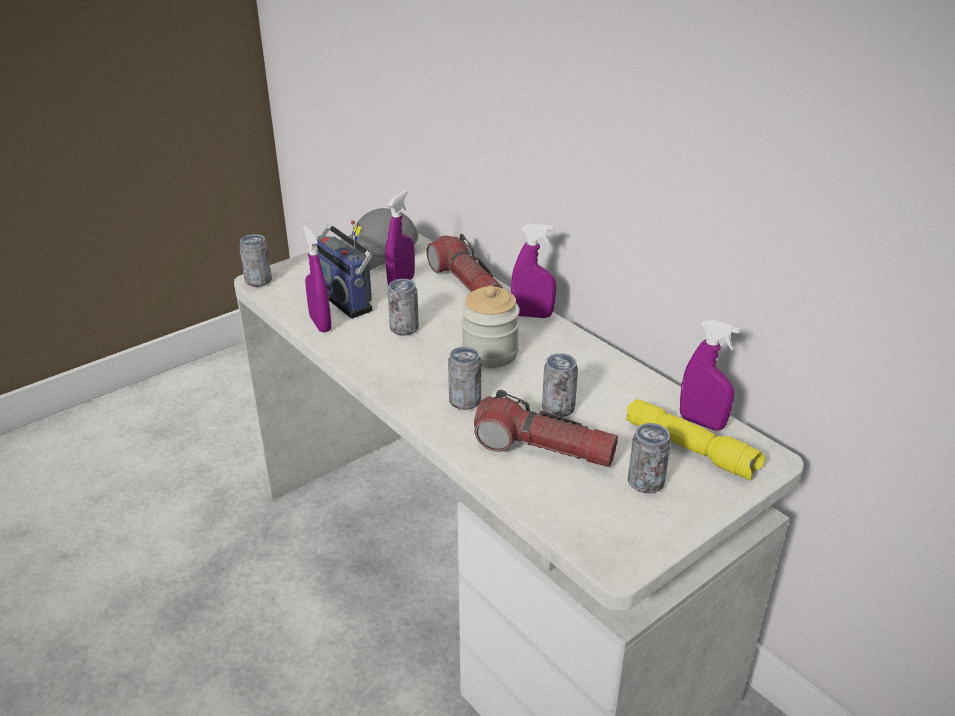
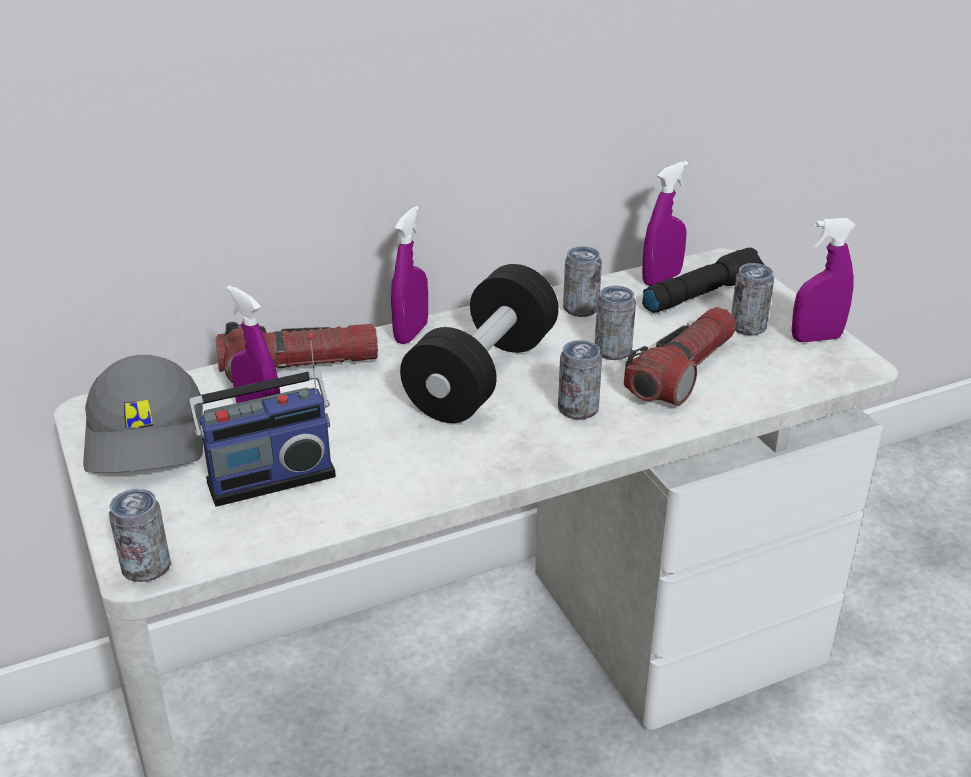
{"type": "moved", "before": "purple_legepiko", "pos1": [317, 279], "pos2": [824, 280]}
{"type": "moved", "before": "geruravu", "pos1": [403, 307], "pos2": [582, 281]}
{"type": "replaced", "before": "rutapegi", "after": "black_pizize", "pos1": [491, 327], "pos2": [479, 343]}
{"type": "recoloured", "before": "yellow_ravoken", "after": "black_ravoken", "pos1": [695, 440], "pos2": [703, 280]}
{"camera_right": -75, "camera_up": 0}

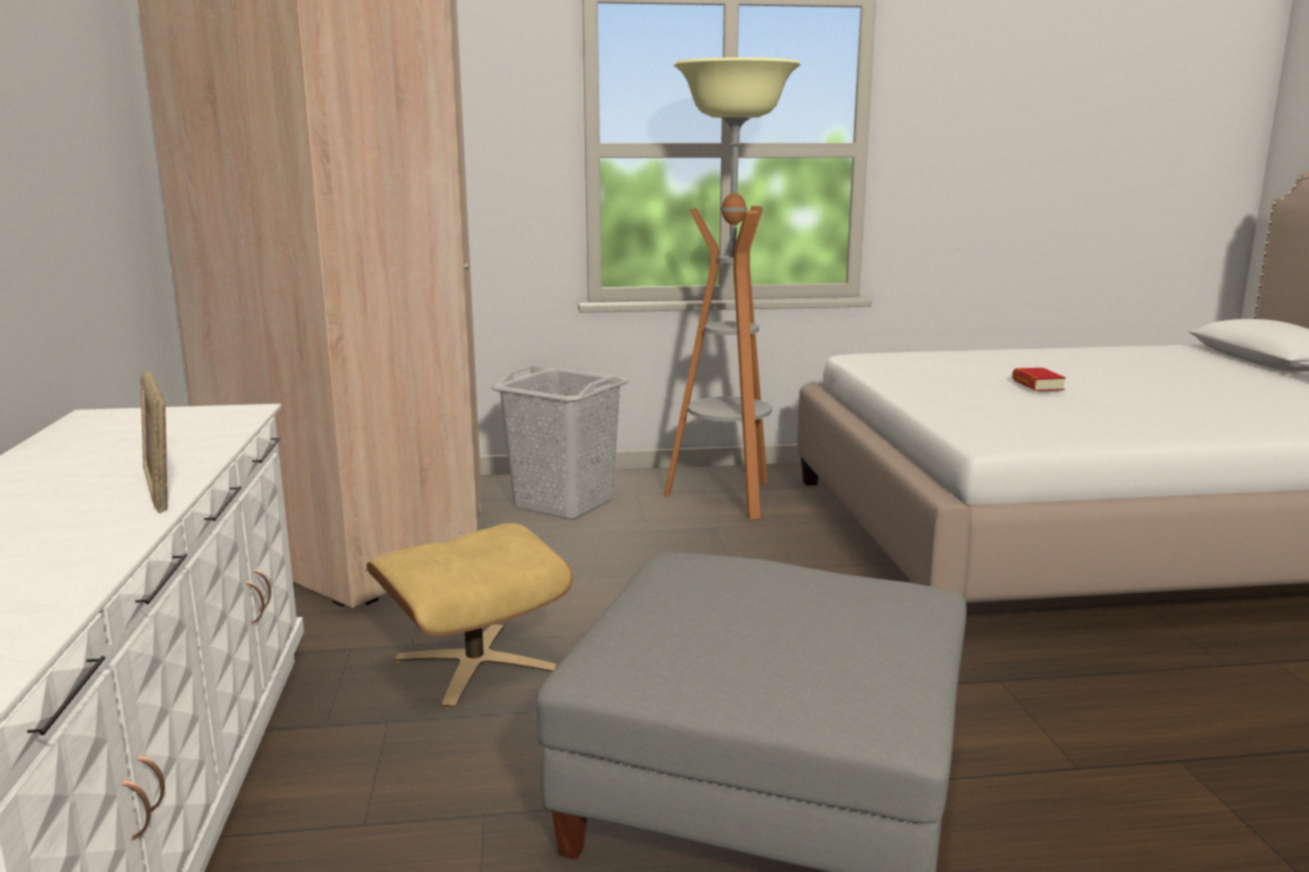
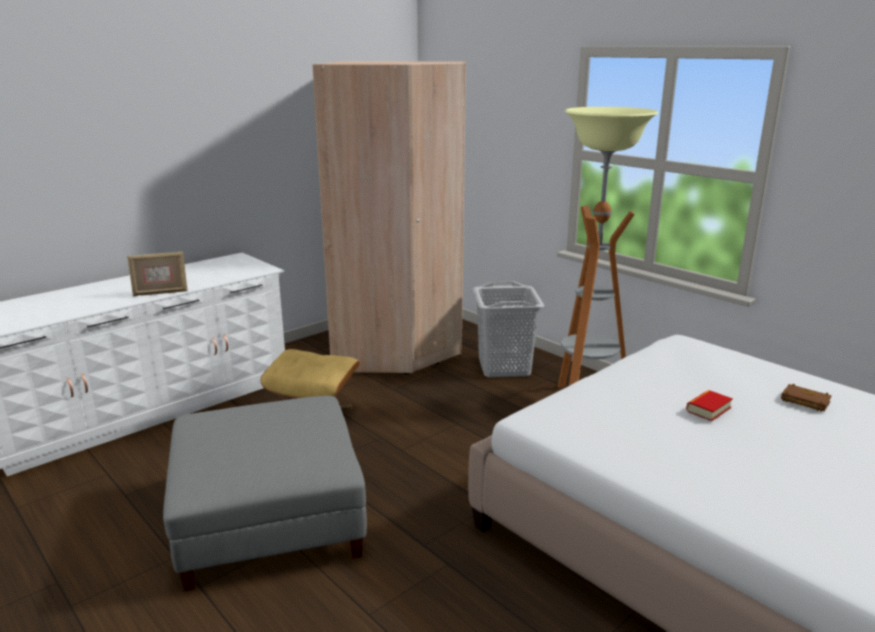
{"type": "added", "after": "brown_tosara", "pos2": [806, 398]}
{"type": "turned", "before": "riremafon", "pos1": [154, 441], "pos2": [157, 274], "turn": -135}
{"camera_right": 55, "camera_up": 5}

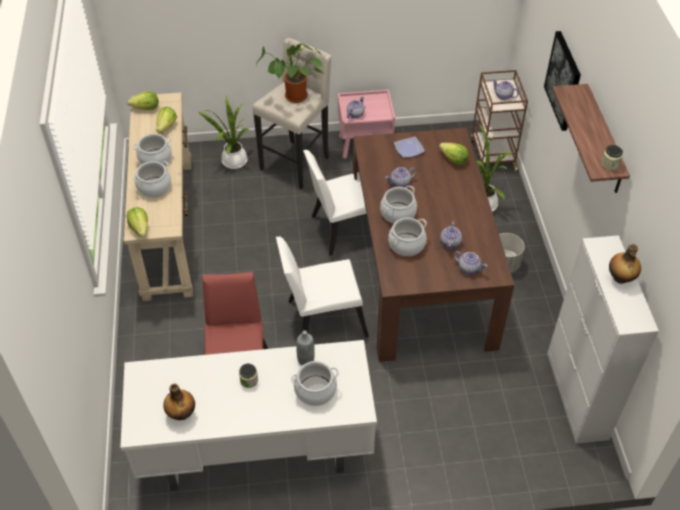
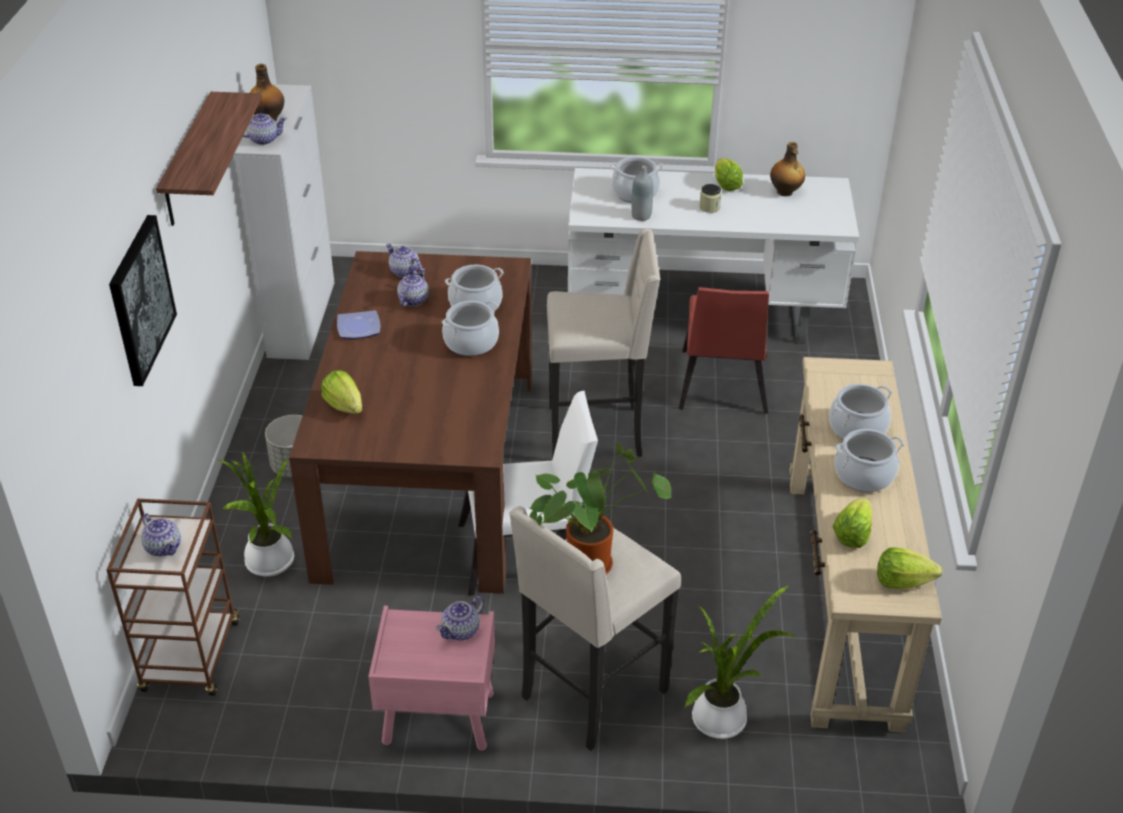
{"type": "removed", "before": "rutapegi", "pos1": [612, 157]}
{"type": "moved", "before": "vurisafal", "pos1": [137, 222], "pos2": [729, 174]}
{"type": "moved", "before": "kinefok", "pos1": [401, 177], "pos2": [265, 129]}
{"type": "moved", "before": "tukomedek", "pos1": [409, 147], "pos2": [359, 324]}
{"type": "replaced", "before": "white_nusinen", "after": "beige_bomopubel", "pos1": [322, 287], "pos2": [603, 344]}
{"camera_right": -170, "camera_up": -10}

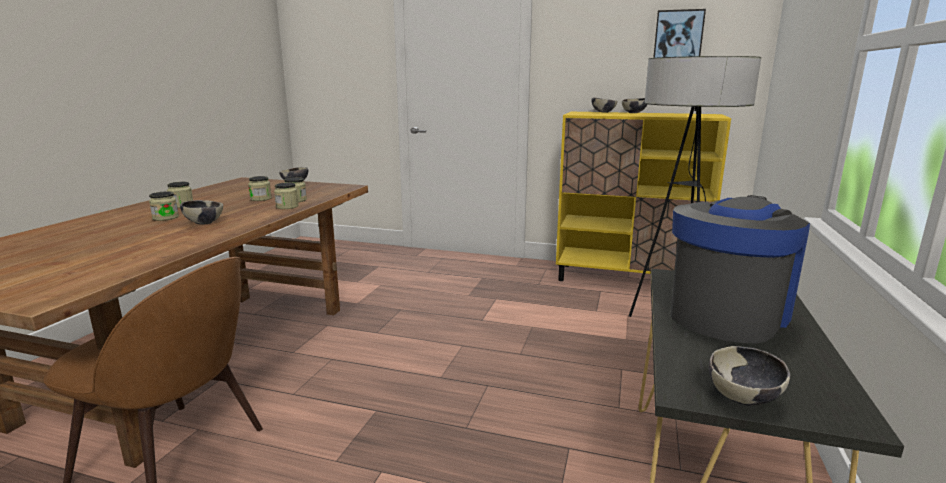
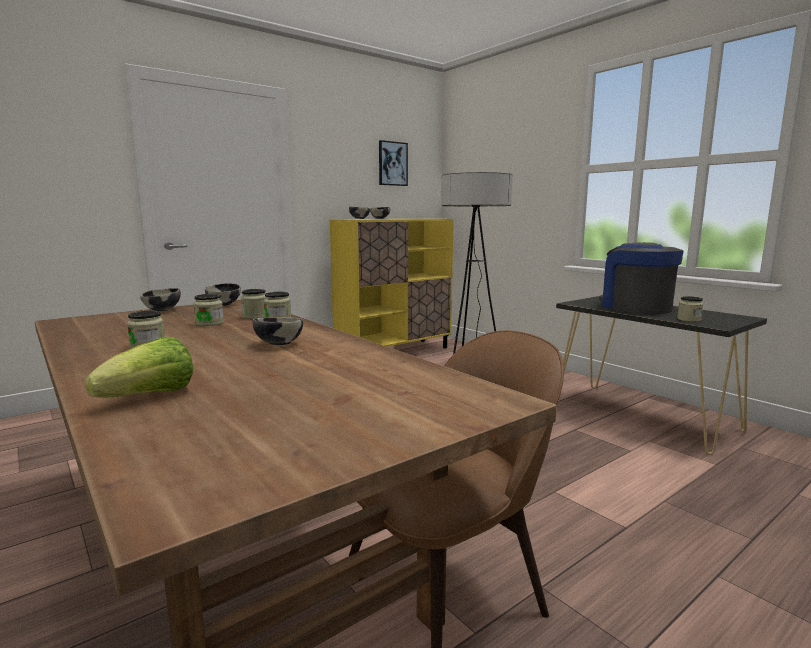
{"type": "added", "after": "vurisafal", "pos2": [139, 367]}
{"type": "moved", "before": "rutapegi", "pos1": [164, 206], "pos2": [690, 309]}
{"type": "moved", "before": "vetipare", "pos1": [749, 376], "pos2": [223, 294]}
{"camera_right": -55, "camera_up": -5}

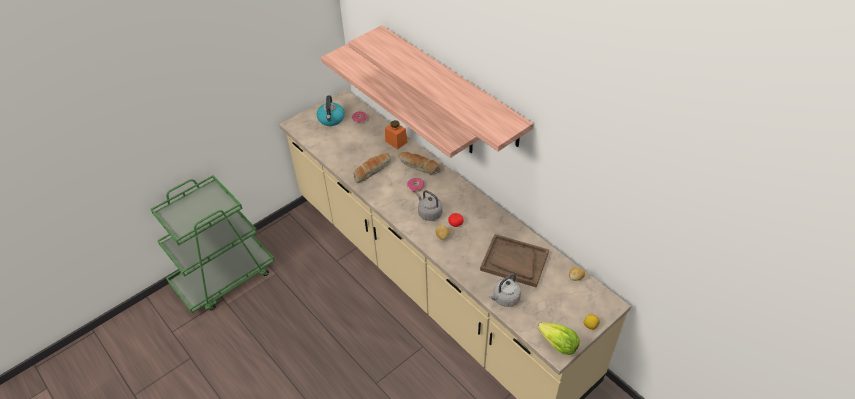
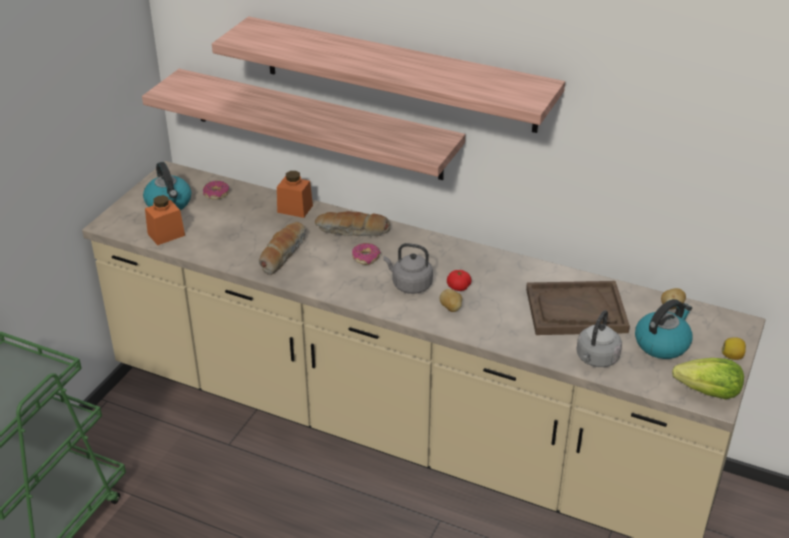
{"type": "added", "after": "orange_rutapegi", "pos2": [165, 220]}
{"type": "added", "after": "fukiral", "pos2": [664, 329]}
{"camera_right": -25, "camera_up": -10}

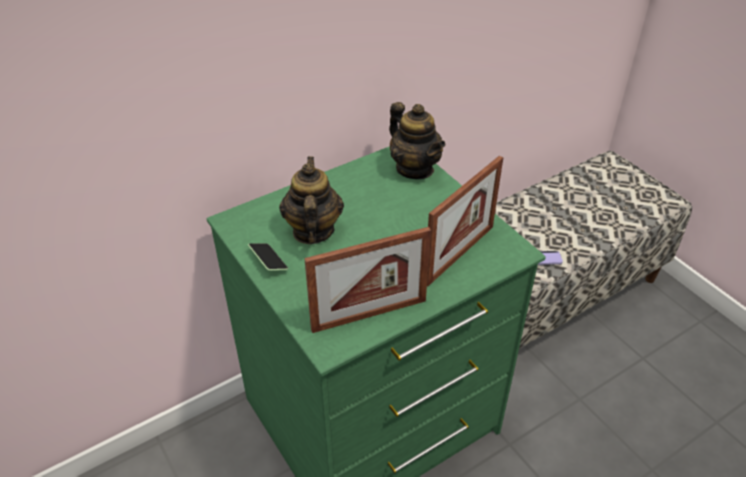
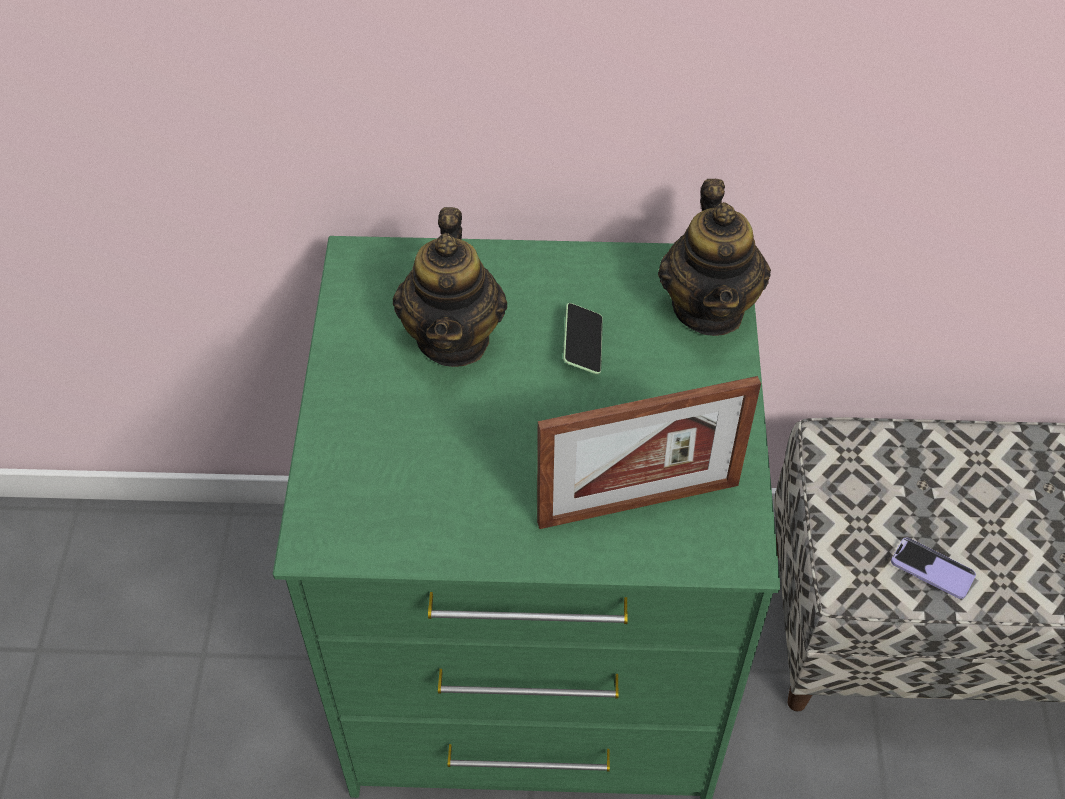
{"type": "removed", "before": "riremafon", "pos1": [367, 280]}
{"type": "moved", "before": "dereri", "pos1": [268, 257], "pos2": [583, 338]}
{"type": "turned", "before": "kinefok", "pos1": [311, 200], "pos2": [450, 287], "turn": 150}
{"camera_right": 35, "camera_up": 10}

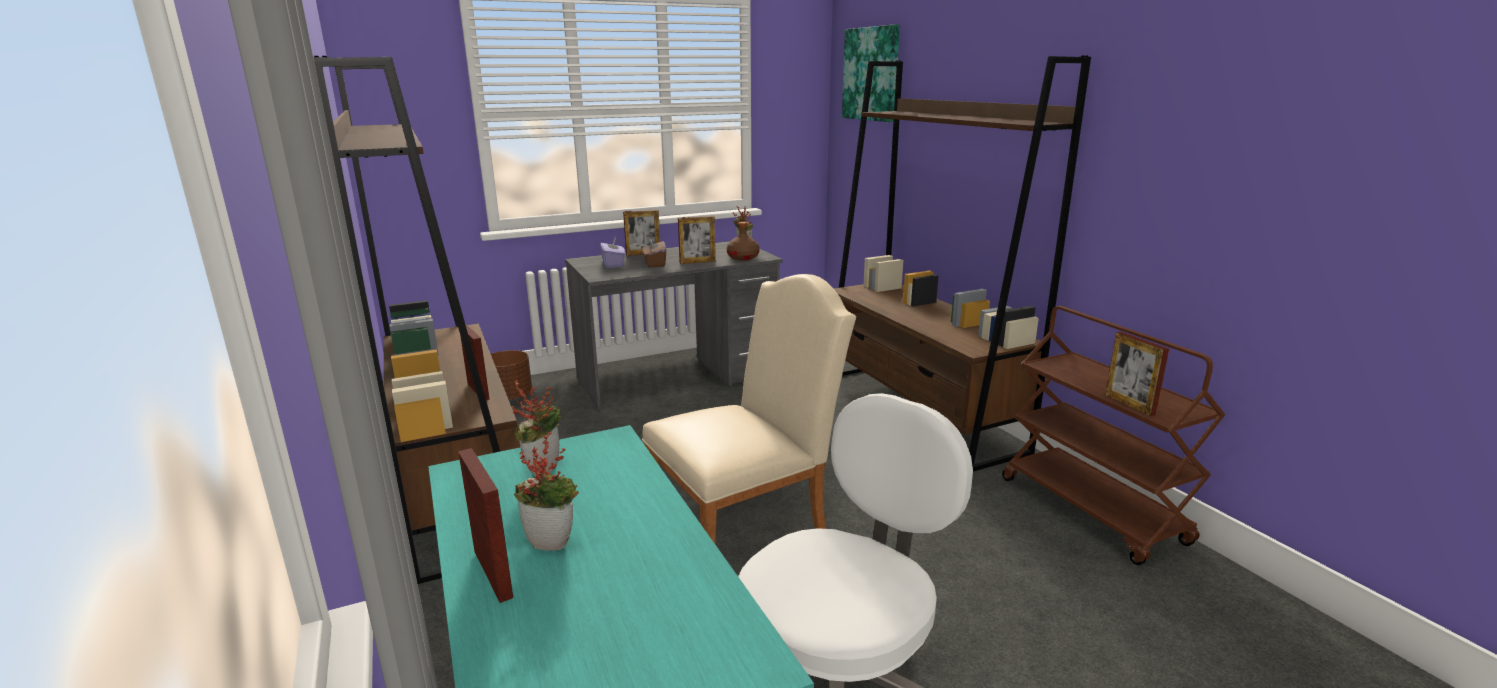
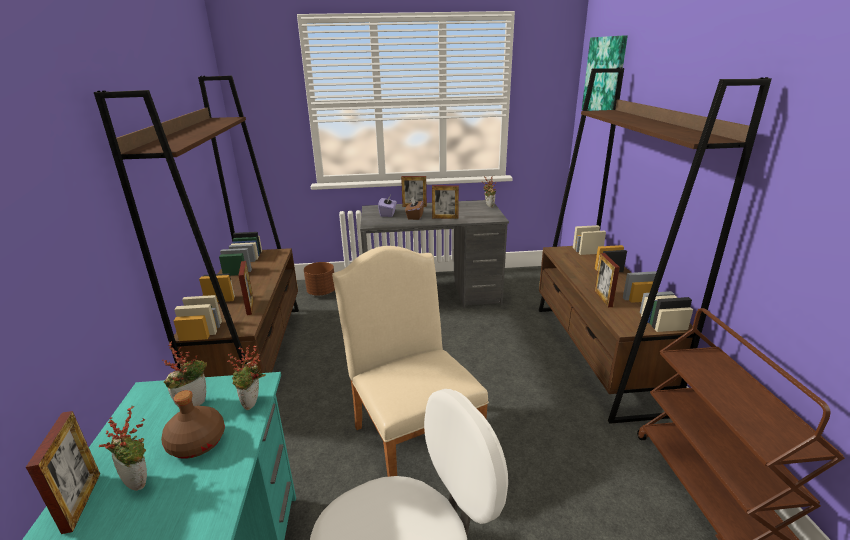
{"type": "added", "after": "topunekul", "pos2": [246, 377]}
{"type": "moved", "before": "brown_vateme", "pos1": [743, 241], "pos2": [193, 424]}
{"type": "moved", "before": "riremafon", "pos1": [1137, 374], "pos2": [607, 280]}
{"type": "turned", "before": "beige_nusinen", "pos1": [749, 409], "pos2": [410, 361], "turn": -105}
{"camera_right": 20, "camera_up": 5}

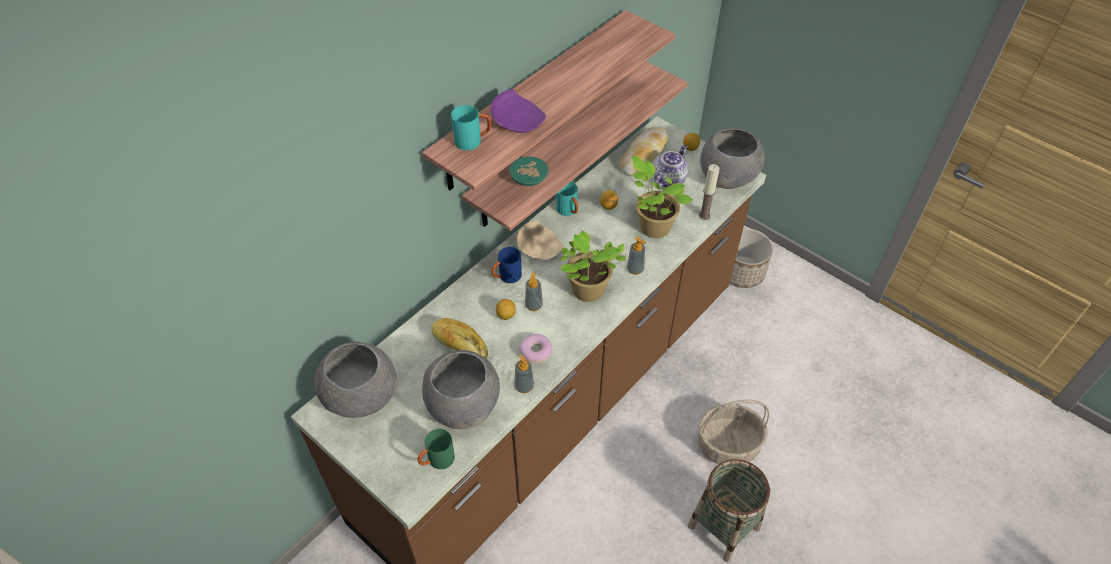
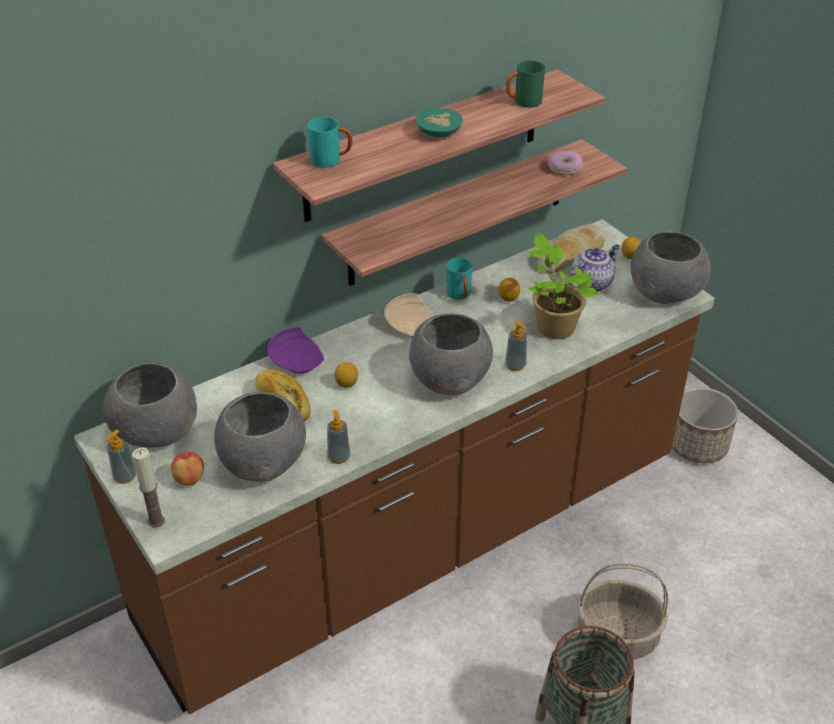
{"type": "removed", "before": "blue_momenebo", "pos1": [506, 265]}
{"type": "added", "after": "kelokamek", "pos2": [187, 469]}
{"type": "moved", "before": "green_momenebo", "pos1": [436, 449], "pos2": [525, 84]}
{"type": "moved", "before": "purple_tukomedek", "pos1": [518, 111], "pos2": [295, 350]}
{"type": "moved", "before": "turquoise_vetipare", "pos1": [528, 171], "pos2": [439, 122]}
{"type": "moved", "before": "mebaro", "pos1": [536, 348], "pos2": [565, 163]}
{"type": "moved", "before": "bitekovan", "pos1": [534, 292], "pos2": [120, 457]}
{"type": "moved", "before": "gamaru", "pos1": [709, 192], "pos2": [148, 488]}
{"type": "replaced", "before": "topunekul", "after": "grey_vetipare", "pos1": [593, 266], "pos2": [451, 354]}
{"camera_right": 15, "camera_up": -10}

